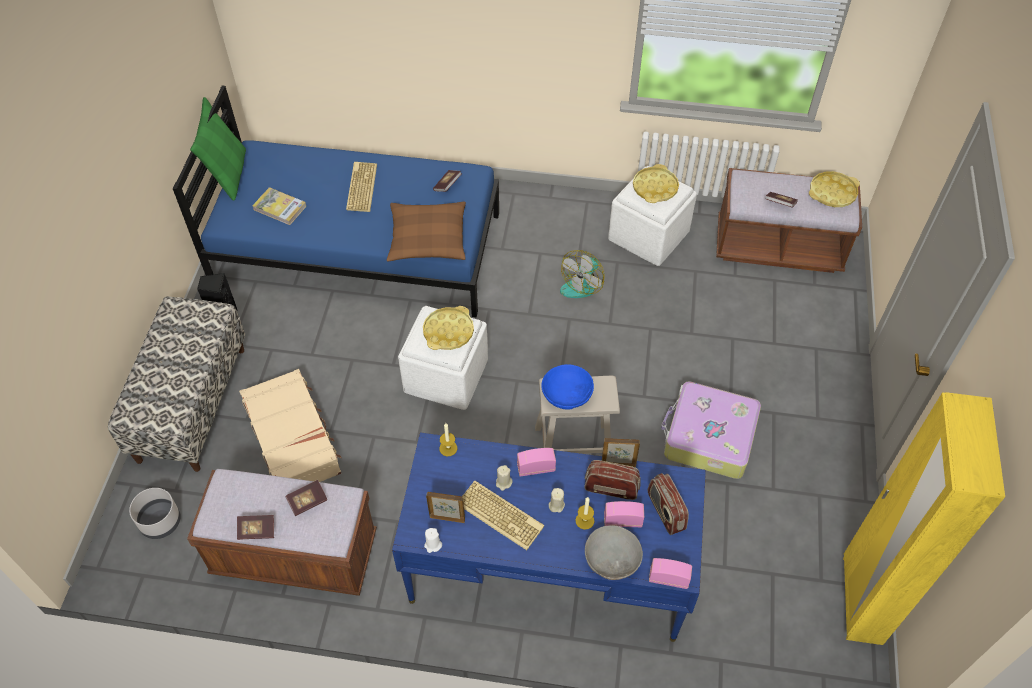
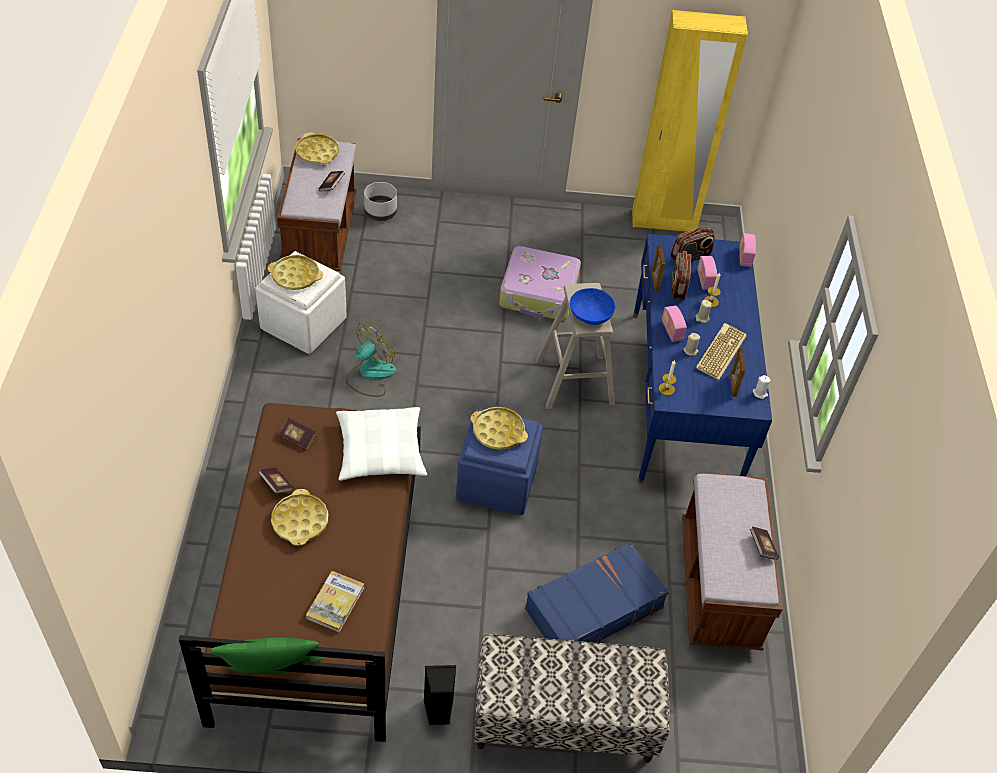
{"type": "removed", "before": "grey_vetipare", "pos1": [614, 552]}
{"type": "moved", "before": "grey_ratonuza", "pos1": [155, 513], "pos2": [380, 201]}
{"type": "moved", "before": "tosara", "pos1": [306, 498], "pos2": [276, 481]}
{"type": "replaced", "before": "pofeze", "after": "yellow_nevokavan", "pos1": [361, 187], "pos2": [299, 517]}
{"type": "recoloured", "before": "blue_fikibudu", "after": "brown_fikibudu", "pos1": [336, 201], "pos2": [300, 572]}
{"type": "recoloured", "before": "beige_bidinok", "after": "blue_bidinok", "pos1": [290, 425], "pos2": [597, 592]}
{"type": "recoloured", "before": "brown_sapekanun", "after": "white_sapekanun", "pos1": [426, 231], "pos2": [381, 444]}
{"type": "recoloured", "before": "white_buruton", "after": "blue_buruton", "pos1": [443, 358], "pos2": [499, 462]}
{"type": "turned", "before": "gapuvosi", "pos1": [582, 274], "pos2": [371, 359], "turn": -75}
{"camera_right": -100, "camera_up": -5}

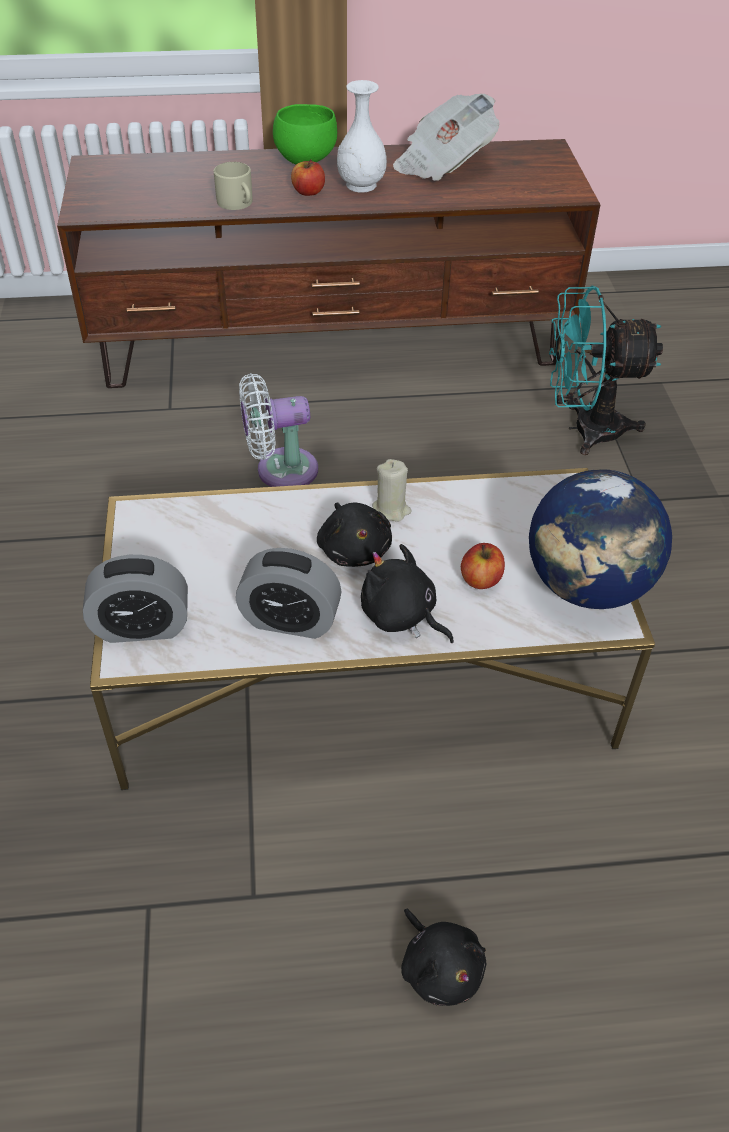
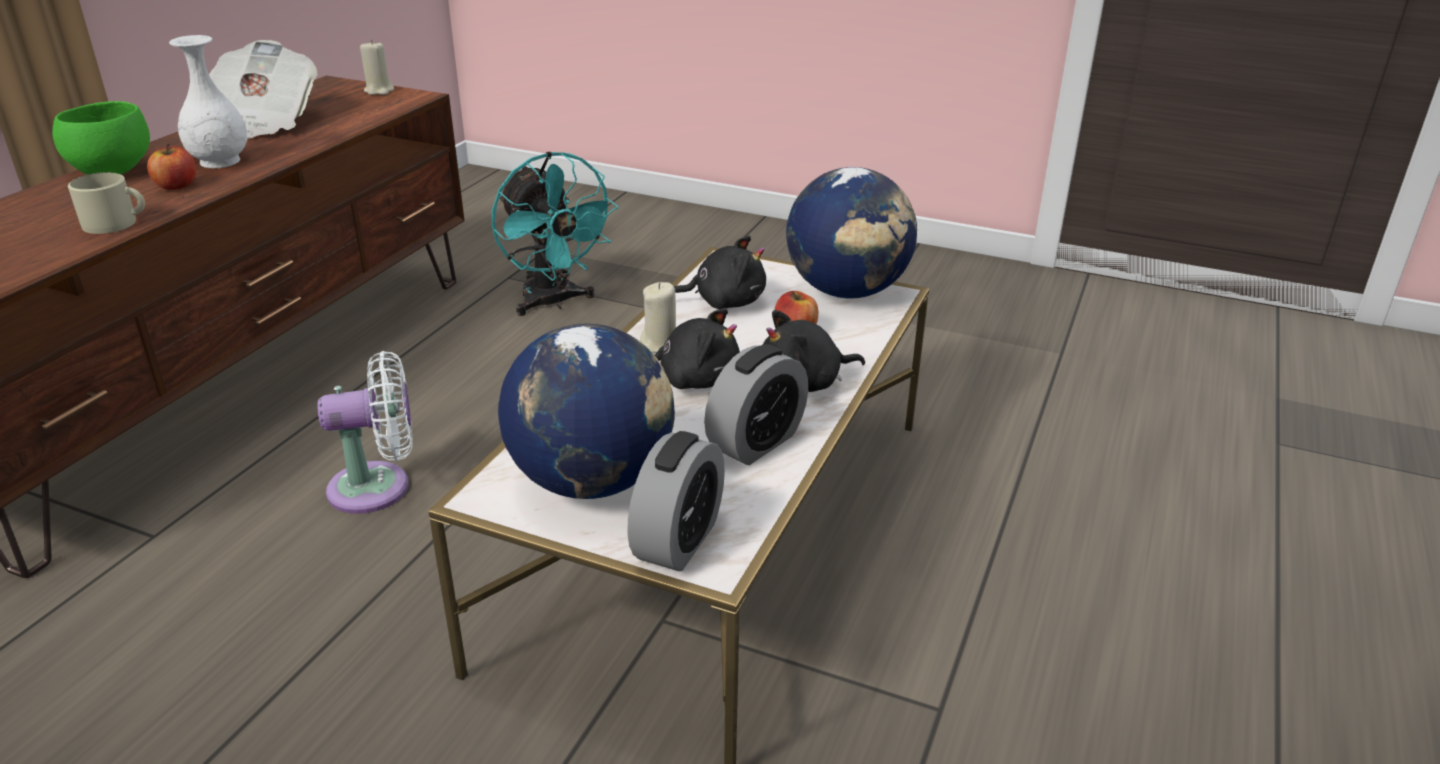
{"type": "added", "after": "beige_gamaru", "pos2": [377, 67]}
{"type": "added", "after": "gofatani", "pos2": [586, 411]}
{"type": "moved", "before": "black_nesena", "pos1": [443, 957], "pos2": [720, 272]}
{"type": "turned", "before": "white_gapuvosi", "pos1": [278, 430], "pos2": [365, 432], "turn": -120}
{"type": "turned", "before": "turquoise_gapuvosi", "pos1": [606, 370], "pos2": [555, 233], "turn": -60}
{"camera_right": -60, "camera_up": -15}

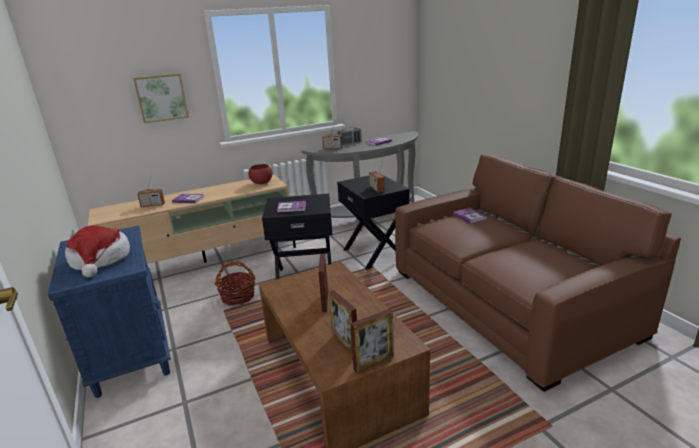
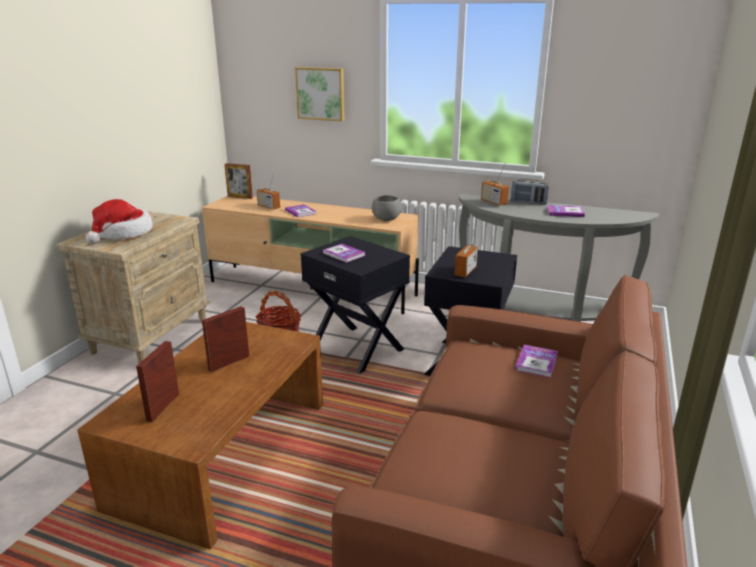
{"type": "moved", "before": "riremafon", "pos1": [372, 341], "pos2": [238, 181]}
{"type": "recoloured", "before": "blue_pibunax", "after": "beige_pibunax", "pos1": [109, 312], "pos2": [134, 287]}
{"type": "recoloured", "before": "red_vetipare", "after": "grey_vetipare", "pos1": [260, 174], "pos2": [386, 208]}
{"camera_right": 45, "camera_up": 0}

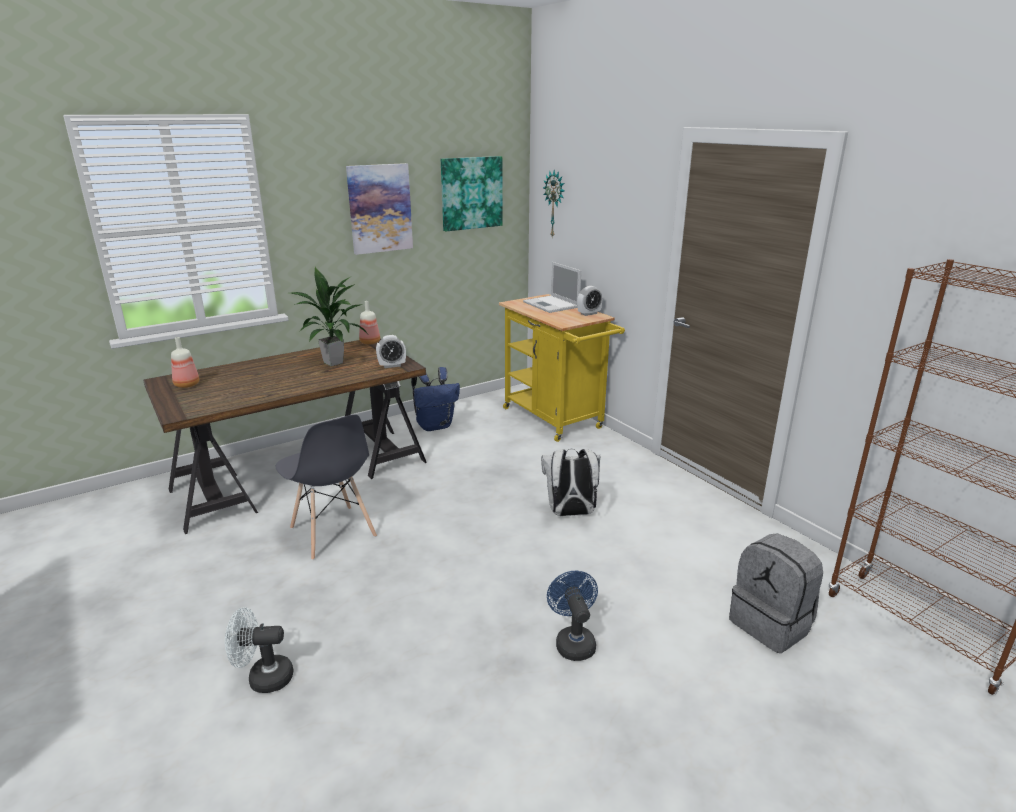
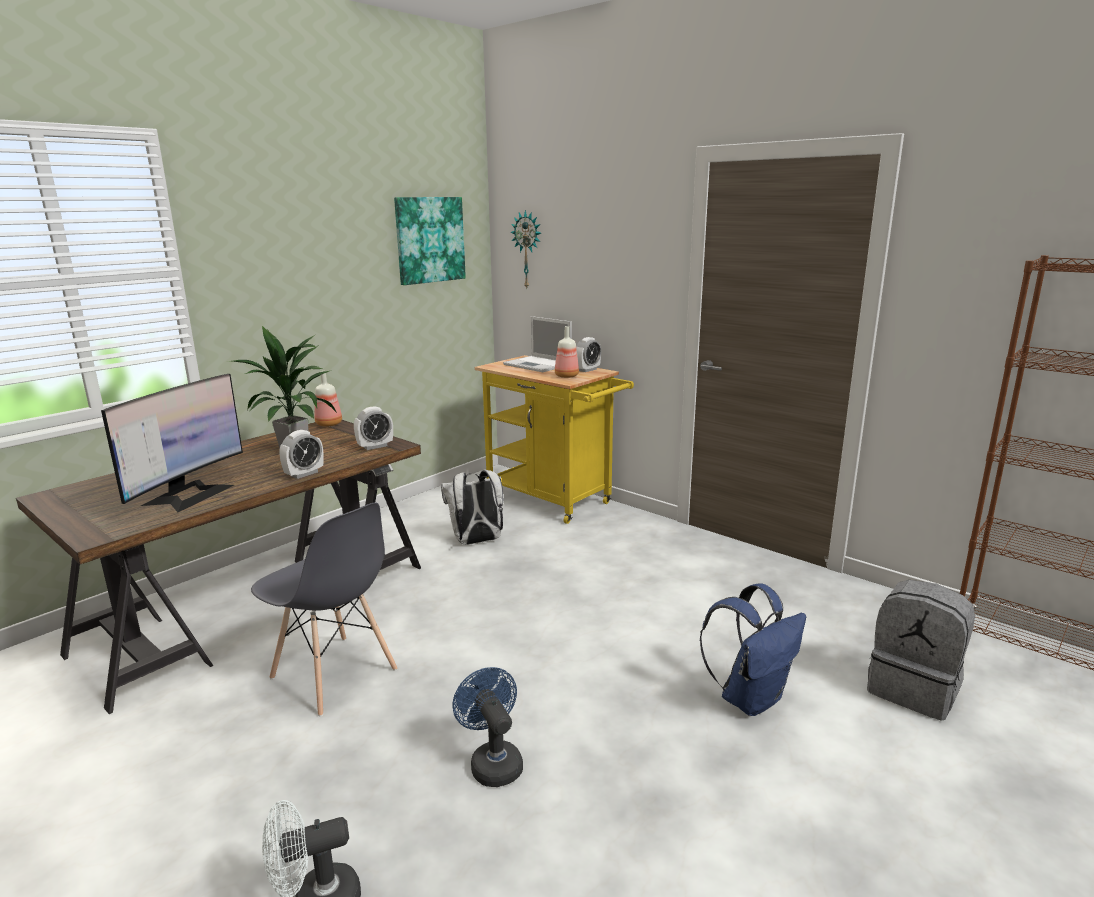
{"type": "removed", "before": "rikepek", "pos1": [379, 209]}
{"type": "added", "after": "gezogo", "pos2": [172, 443]}
{"type": "added", "after": "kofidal", "pos2": [301, 454]}
{"type": "moved", "before": "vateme", "pos1": [185, 362], "pos2": [567, 352]}
{"type": "moved", "before": "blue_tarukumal", "pos1": [435, 399], "pos2": [752, 649]}
{"type": "moved", "before": "white_tarukumal", "pos1": [571, 482], "pos2": [472, 507]}
{"type": "moved", "before": "blue_gapuvosi", "pos1": [572, 616], "pos2": [487, 727]}
{"camera_right": -15, "camera_up": -5}

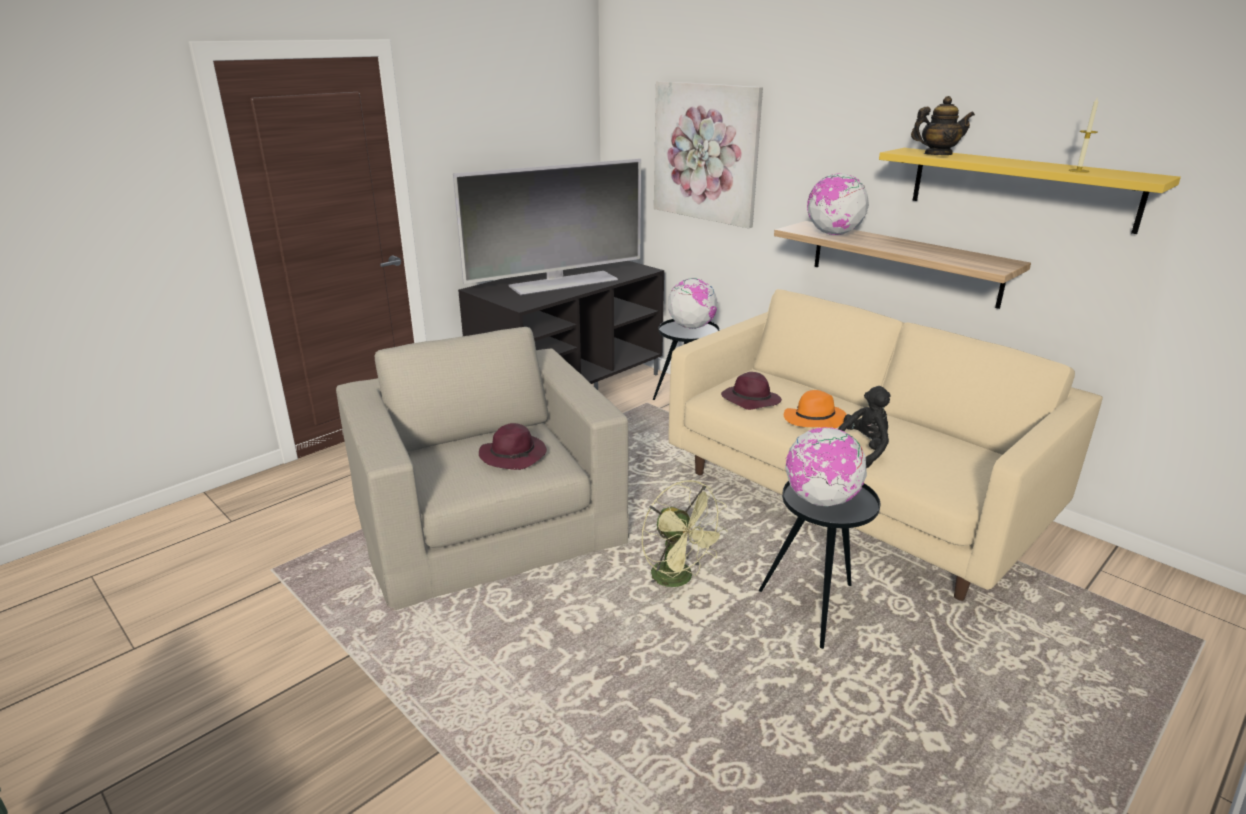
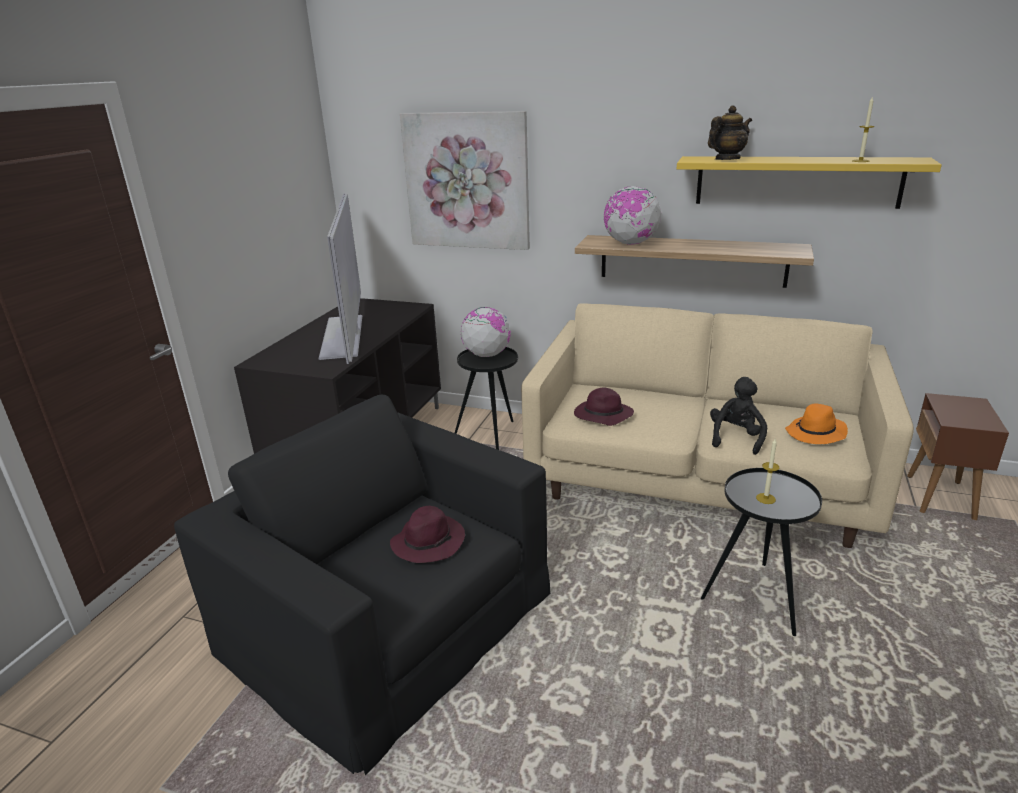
{"type": "removed", "before": "green_gapuvosi", "pos1": [685, 534]}
{"type": "added", "after": "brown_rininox", "pos2": [958, 456]}
{"type": "moved", "before": "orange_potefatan", "pos1": [815, 409], "pos2": [816, 423]}
{"type": "replaced", "before": "gofatani", "after": "gamaru", "pos1": [826, 466], "pos2": [767, 471]}
{"type": "recoloured", "before": "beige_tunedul", "after": "black_tunedul", "pos1": [482, 469], "pos2": [362, 584]}
{"type": "turned", "before": "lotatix", "pos1": [547, 226], "pos2": [340, 278], "turn": 135}
{"camera_right": -25, "camera_up": 0}

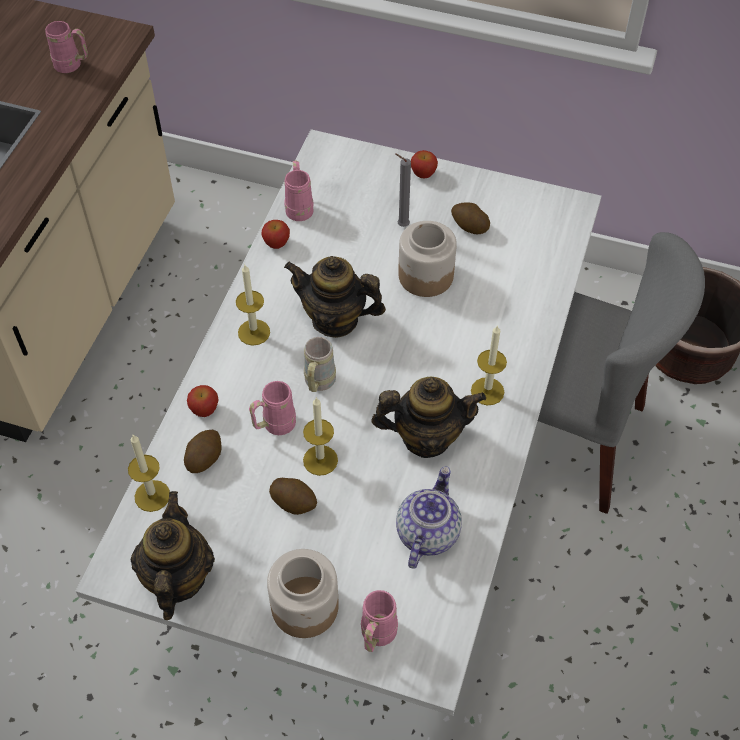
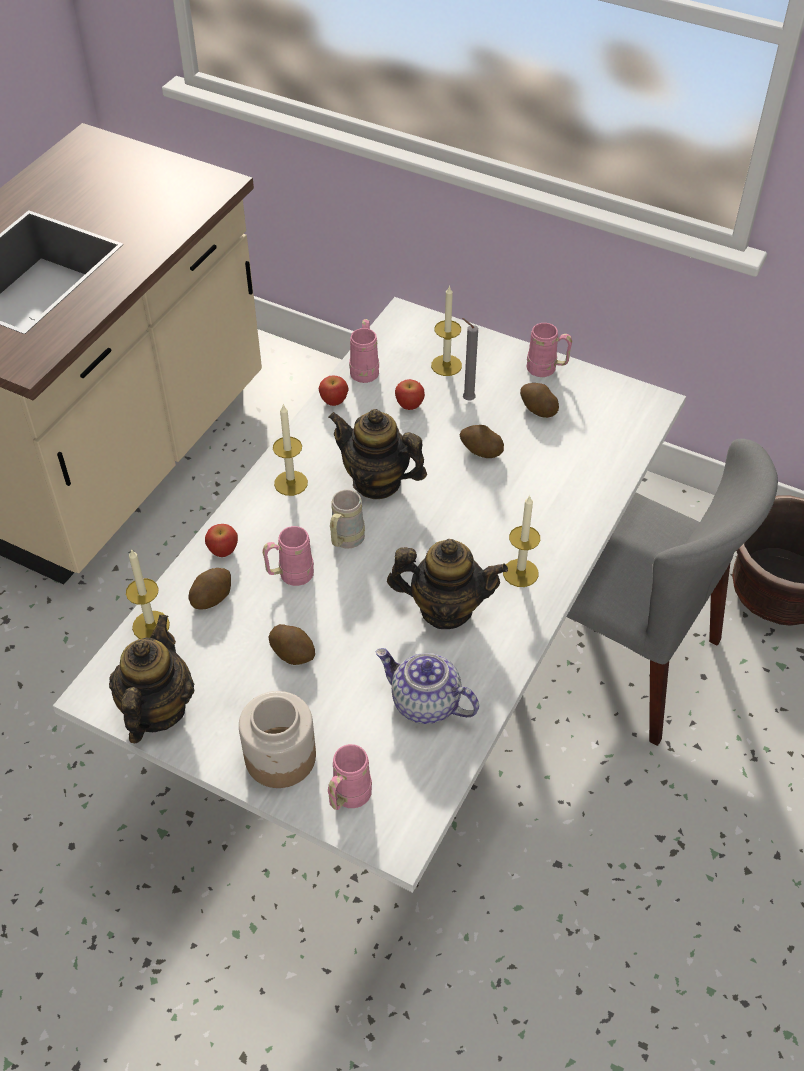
{"type": "moved", "before": "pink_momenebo", "pos1": [66, 47], "pos2": [549, 350]}
{"type": "moved", "before": "gamaru", "pos1": [320, 437], "pos2": [446, 330]}
{"type": "moved", "before": "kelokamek", "pos1": [424, 164], "pos2": [410, 394]}
{"type": "replaced", "before": "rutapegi", "after": "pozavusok", "pos1": [427, 259], "pos2": [482, 441]}
{"type": "turned", "before": "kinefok", "pos1": [429, 517], "pos2": [427, 686], "turn": -90}
{"camera_right": 10, "camera_up": -5}

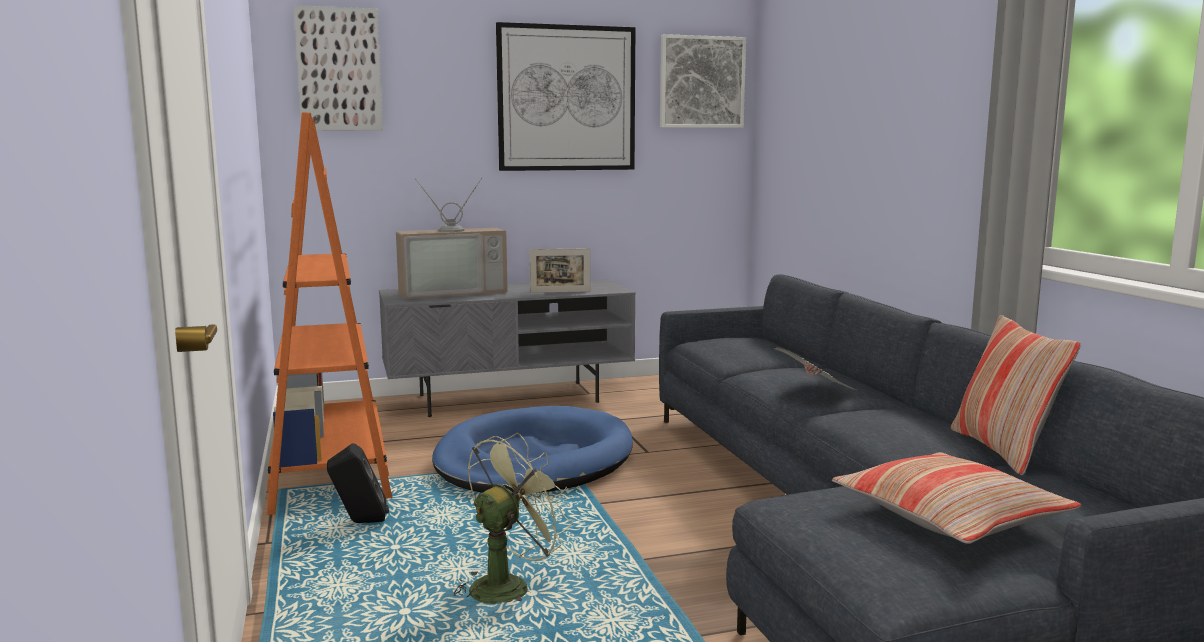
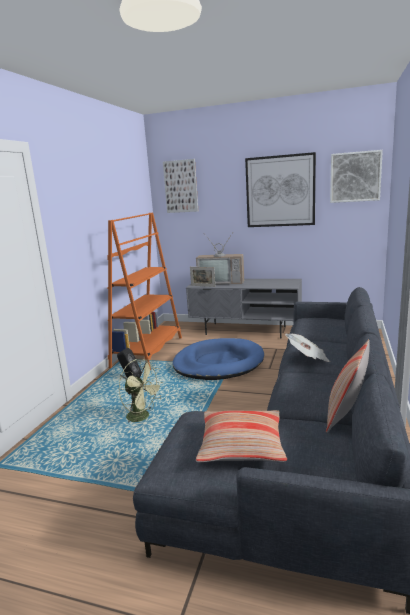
{"type": "moved", "before": "riremafon", "pos1": [559, 270], "pos2": [202, 277]}
{"type": "turned", "before": "green_gapuvosi", "pos1": [513, 518], "pos2": [141, 390], "turn": 45}
{"camera_right": 35, "camera_up": 5}

